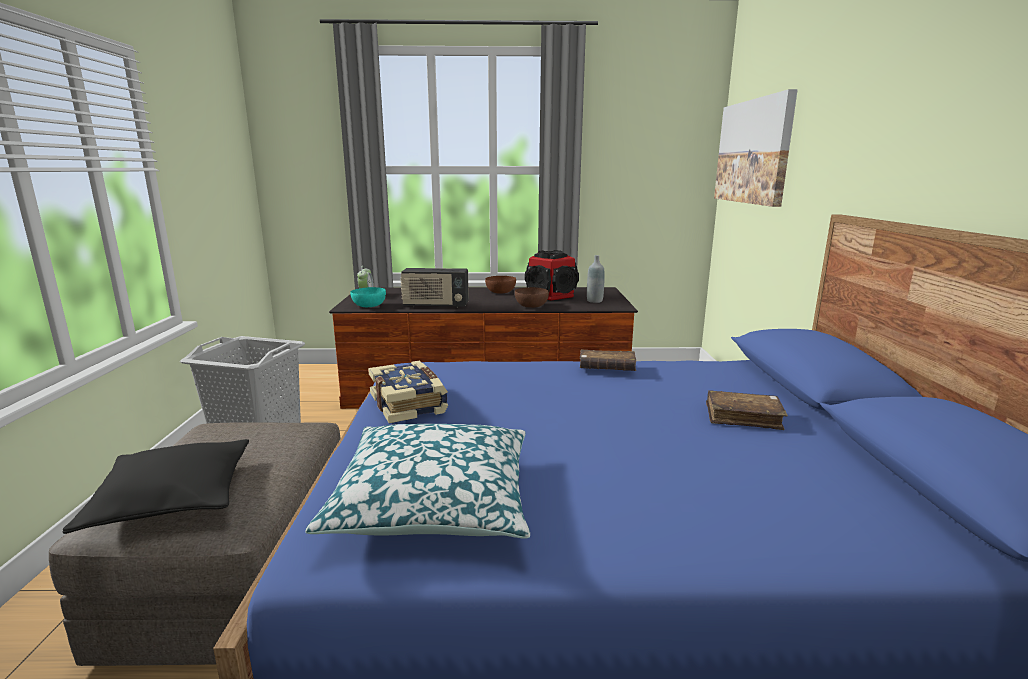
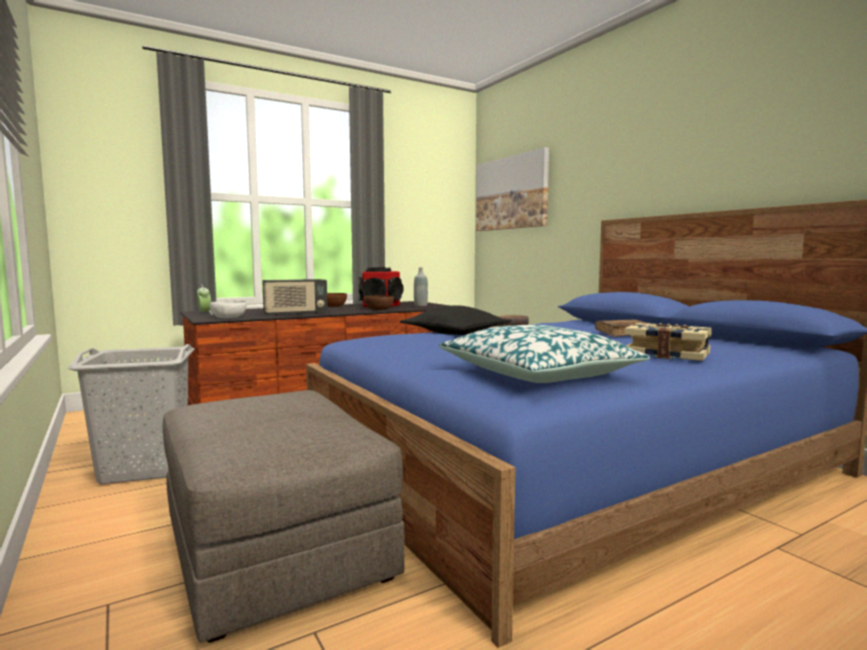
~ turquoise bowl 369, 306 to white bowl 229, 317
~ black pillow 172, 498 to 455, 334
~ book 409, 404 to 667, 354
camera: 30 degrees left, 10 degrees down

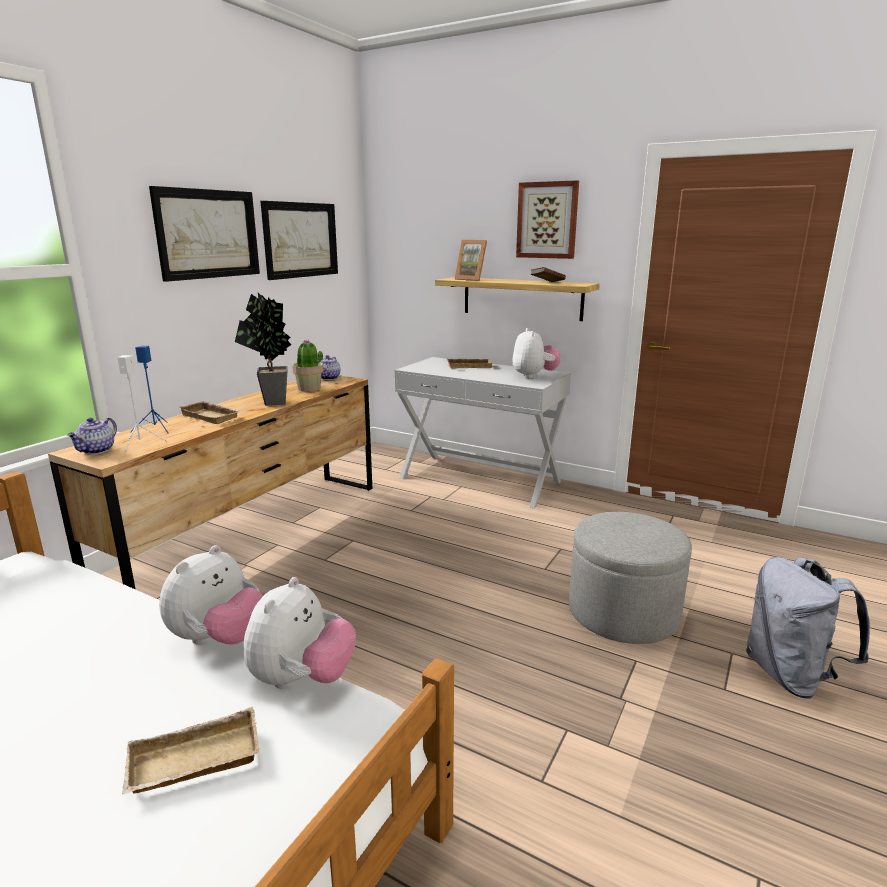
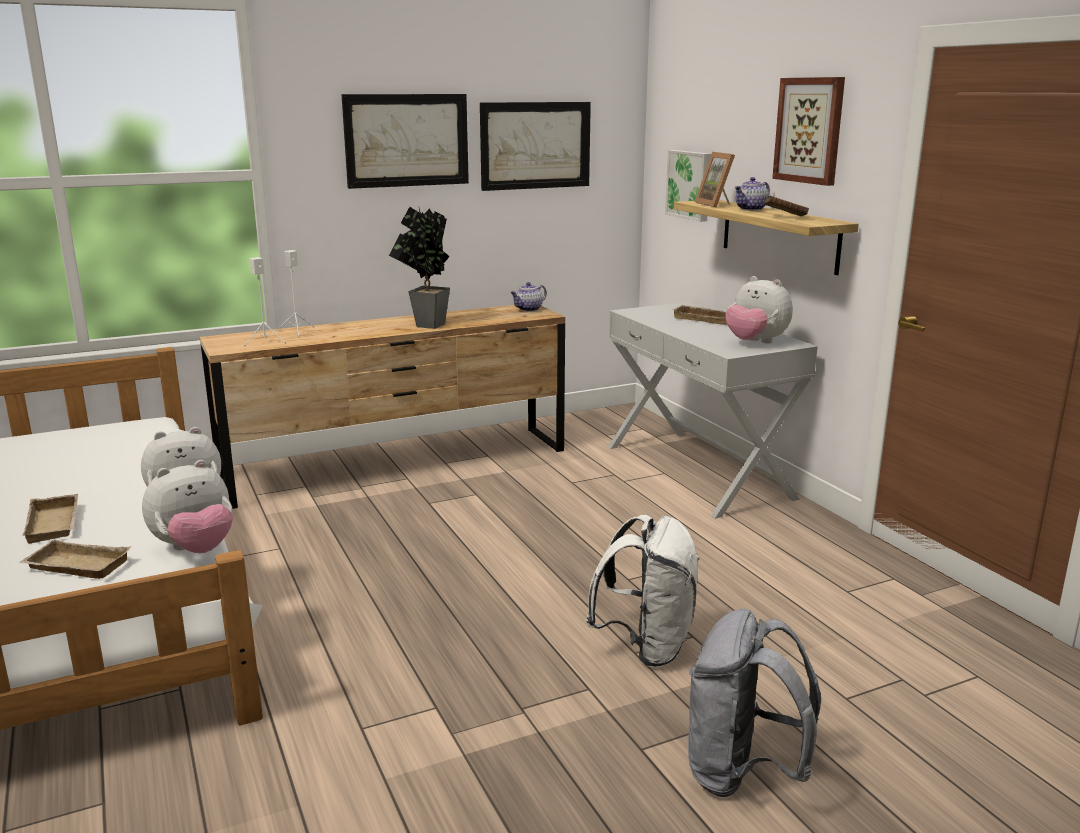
~ beige tray 212, 416 to 56, 524
~ blue speaker 156, 429 to white speaker 297, 332
~ grey ottoman 623, 613 to white backpack 646, 646
+ picture 690, 185
~ plush toy 534, 376 = 755, 342 105 degrees clockwise
~ teapot 97, 451 to 751, 209
- potted plant 309, 389
camera: 35 degrees right, 0 degrees up

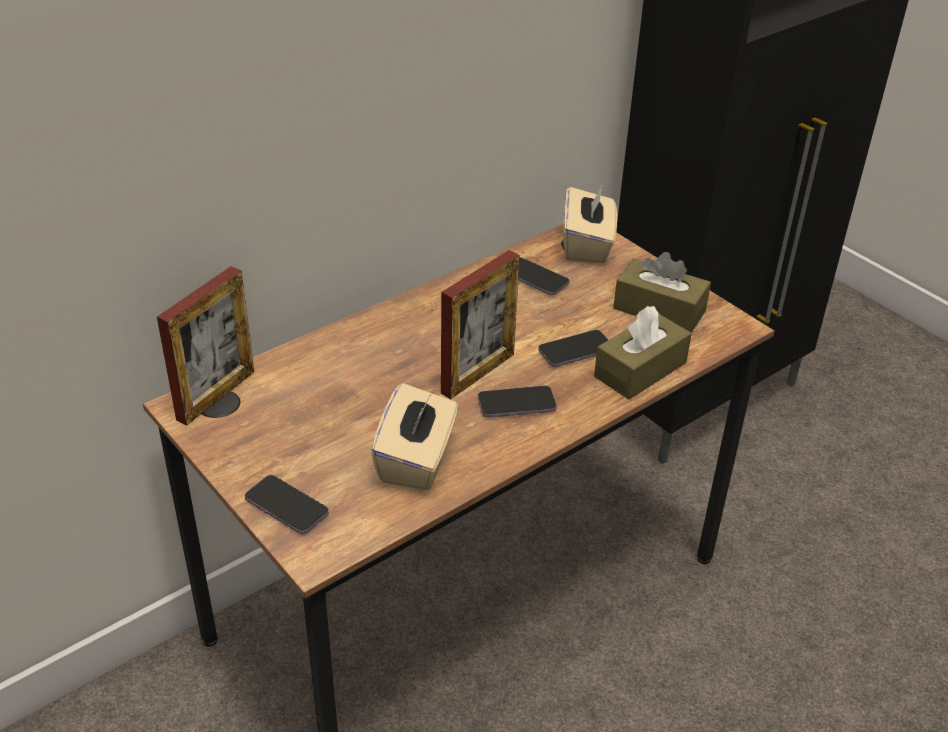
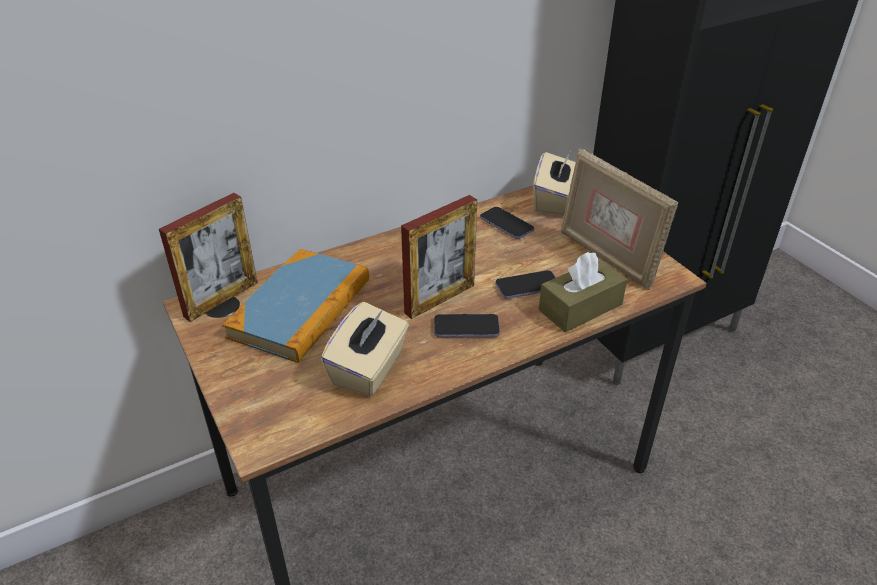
+ book 301, 308
~ brown tissue box 659, 310 to picture frame 607, 258
- phone 286, 507
camera: 10 degrees right, 0 degrees up

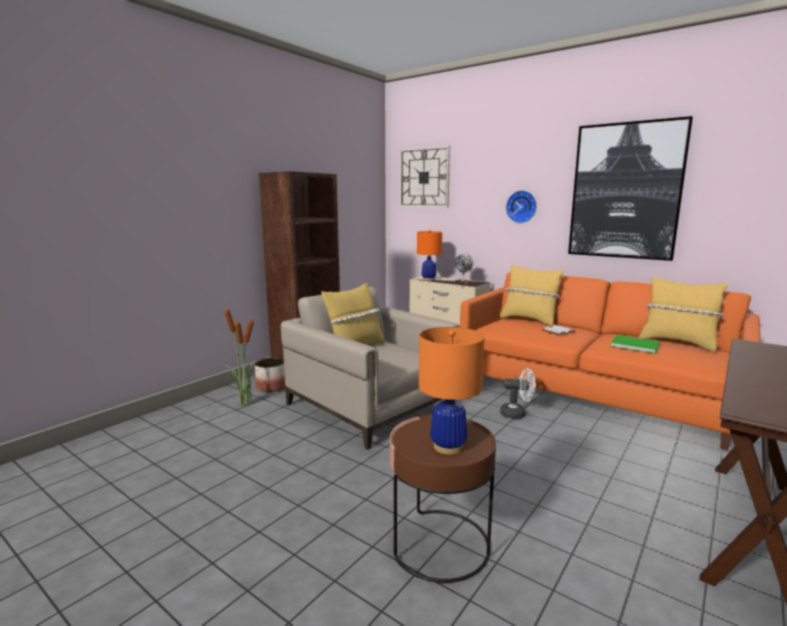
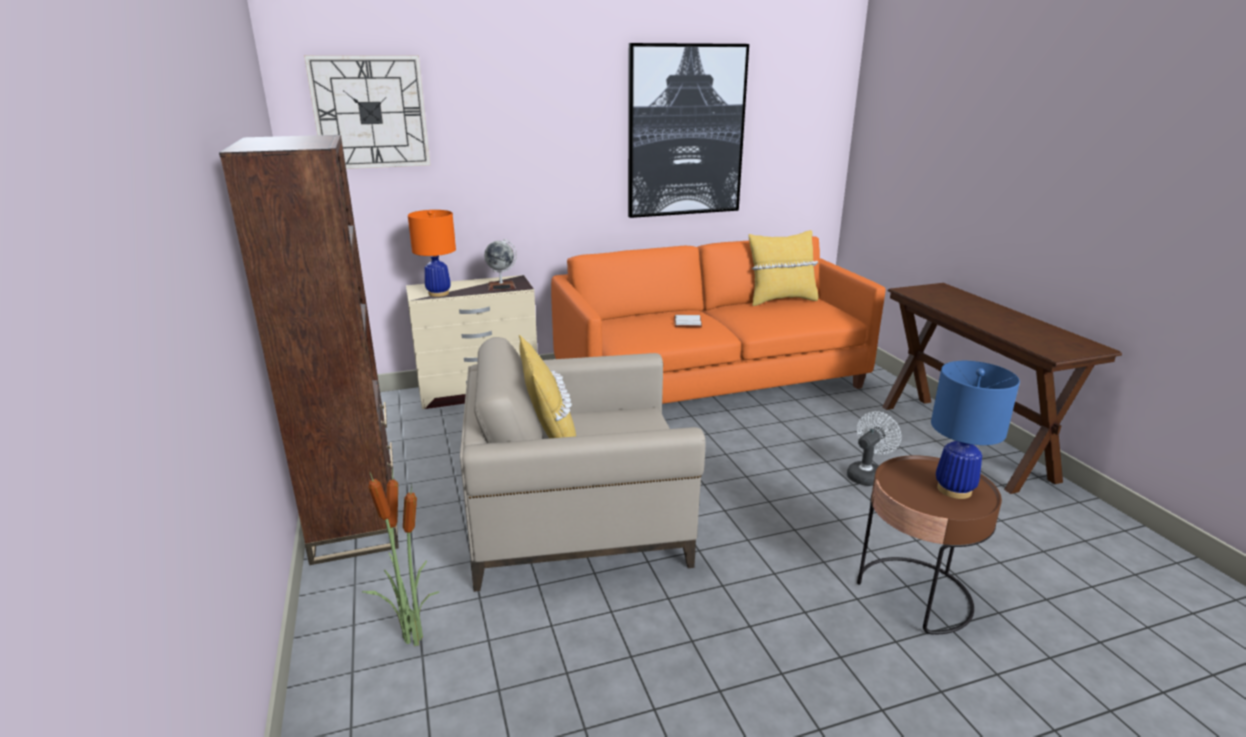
~ white fan 517, 414 to 867, 474
~ orange table lamp 448, 446 to blue table lamp 954, 489
- planter 271, 387
- yellow pillow 529, 320
- wall clock 522, 207
- green book 633, 345
camera: 55 degrees left, 10 degrees up

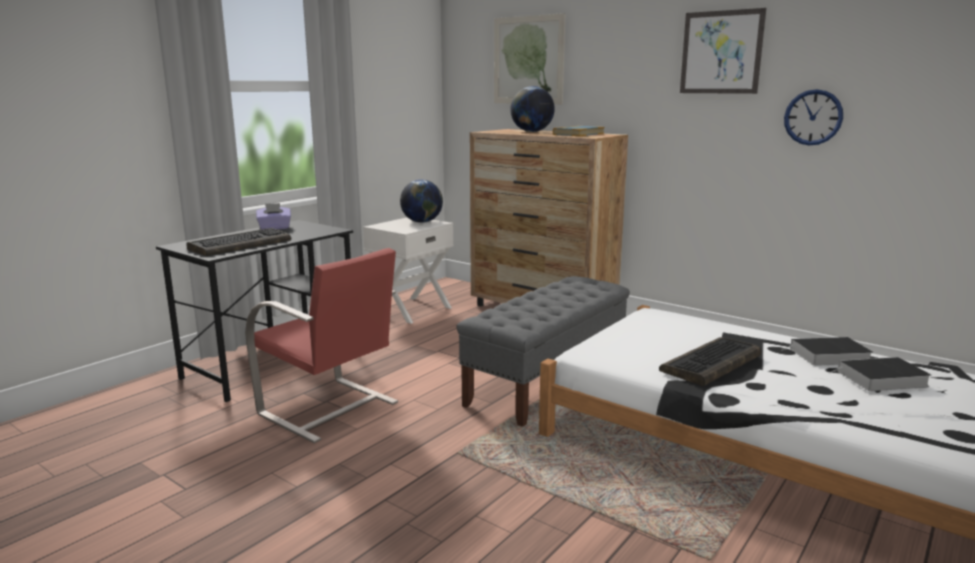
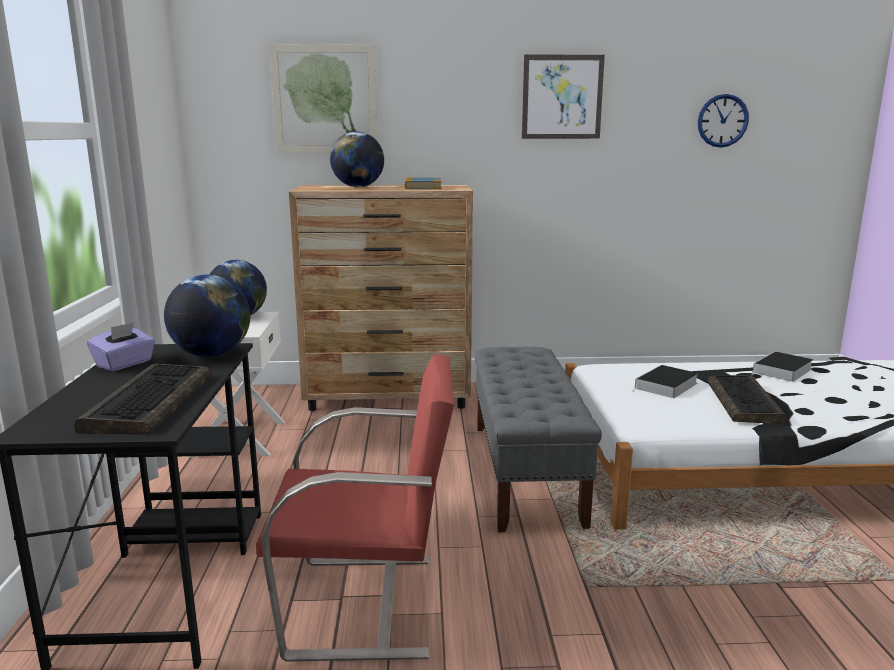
+ globe 211, 355
~ book 880, 379 to 666, 386
~ wall clock 813, 117 to 722, 121
camera: 40 degrees left, 0 degrees up

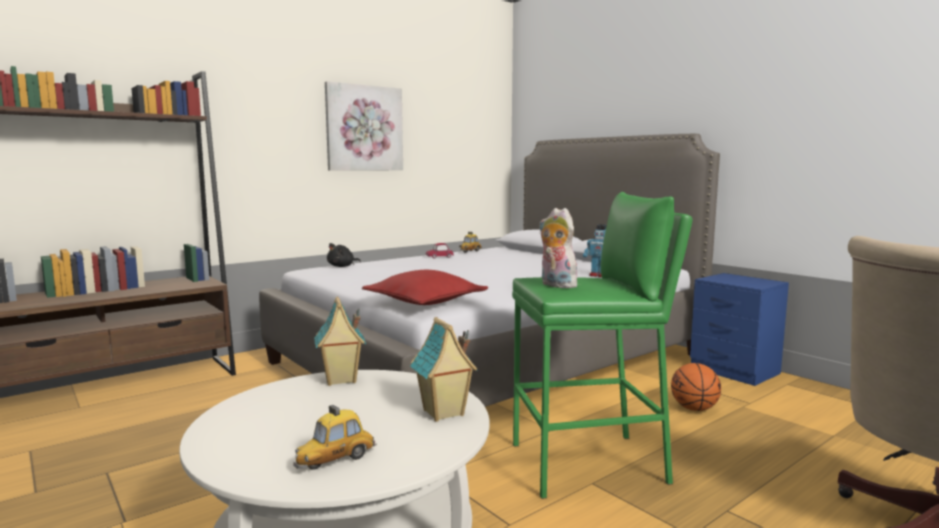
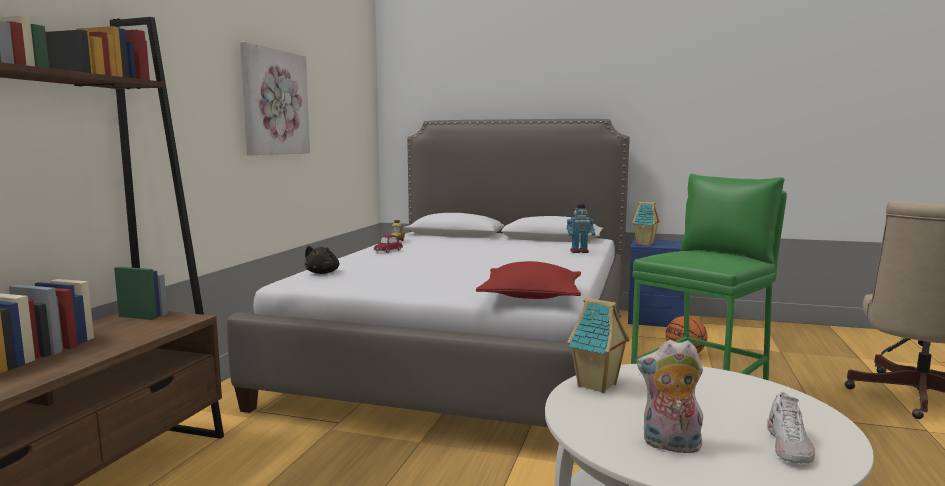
~ toy house 443, 413 to 645, 244
~ plush toy 555, 285 to 670, 446
~ toy car 335, 460 to white shoe 789, 446
camera: 35 degrees left, 0 degrees up

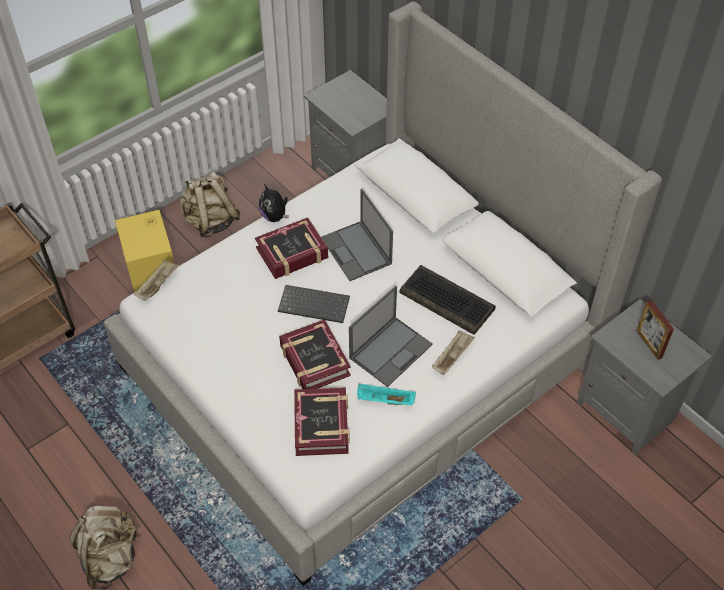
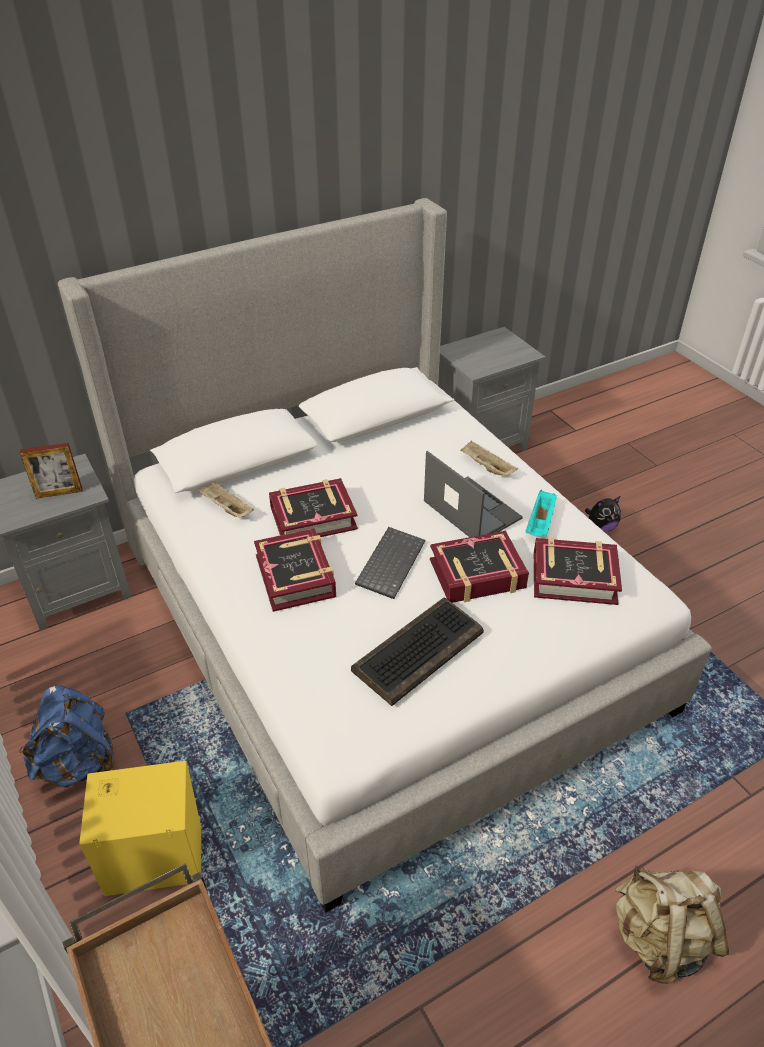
~ beige backpack 210, 222 to blue backpack 78, 763
~ picture frame 649, 344 to 59, 493
~ beige tray 158, 285 to 226, 508
~ laptop 357, 251 to book 313, 517
~ keyboard 448, 301 to 418, 650
~ plush toy 275, 216 to 600, 528
camera: 80 degrees left, 10 degrees down

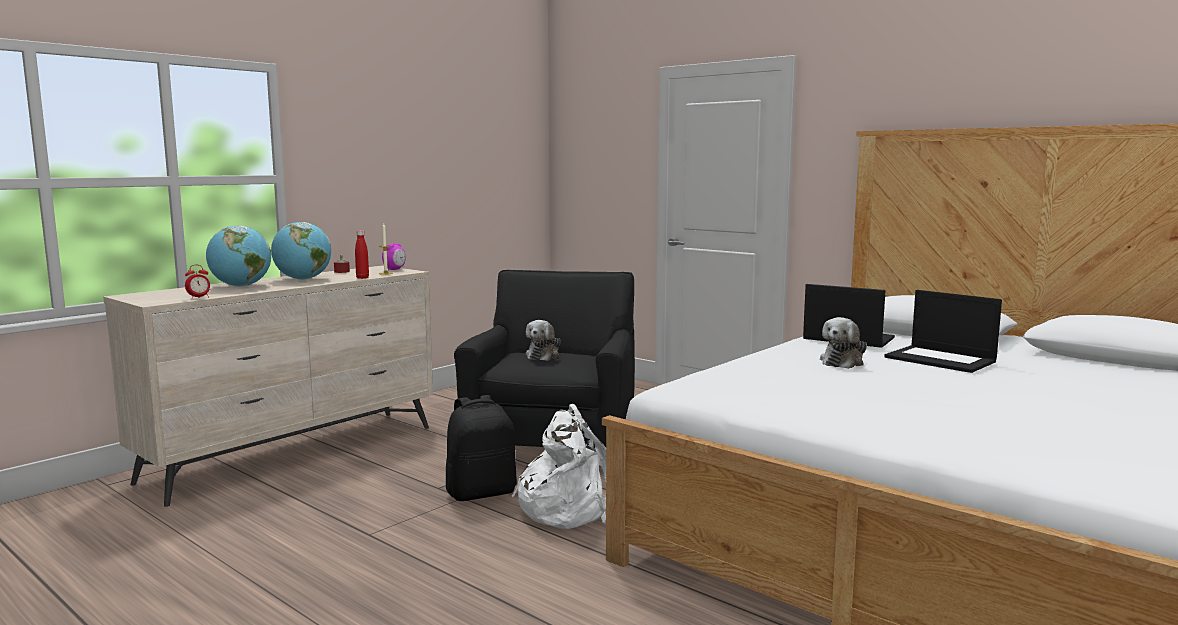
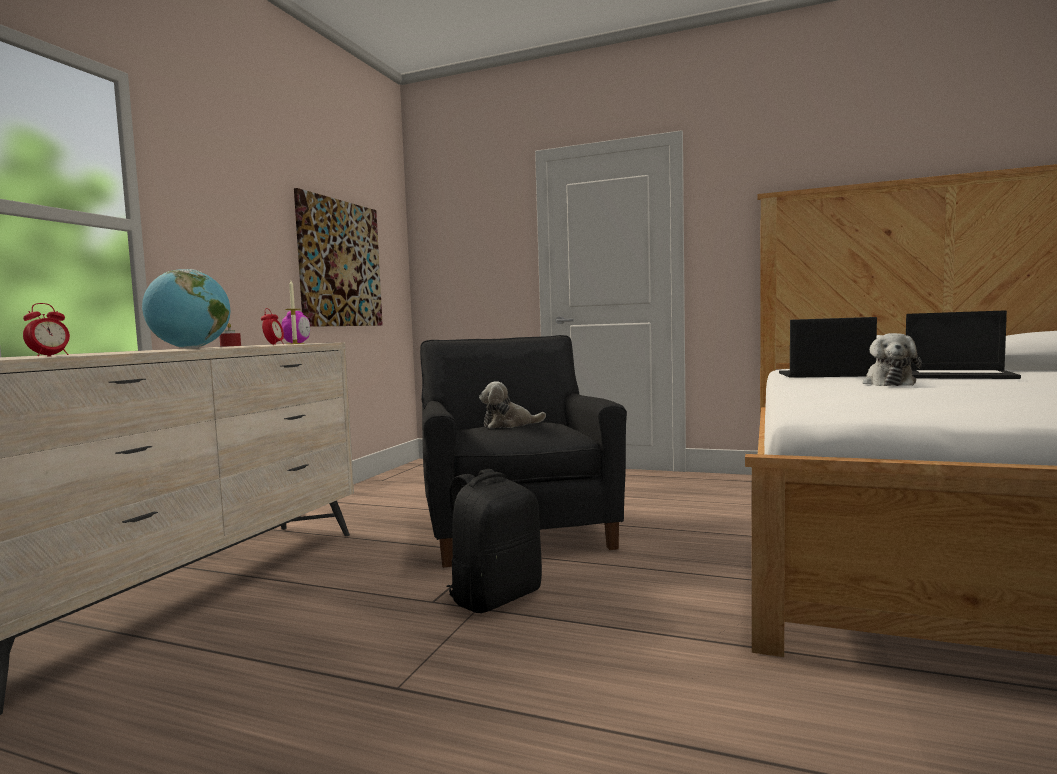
~ red bottle 362, 278 to alarm clock 273, 345
+ picture 340, 263
~ plush toy 544, 355 = 509, 425 75 degrees clockwise
- globe 241, 286
- white backpack 568, 508
camera: 20 degrees left, 5 degrees down

